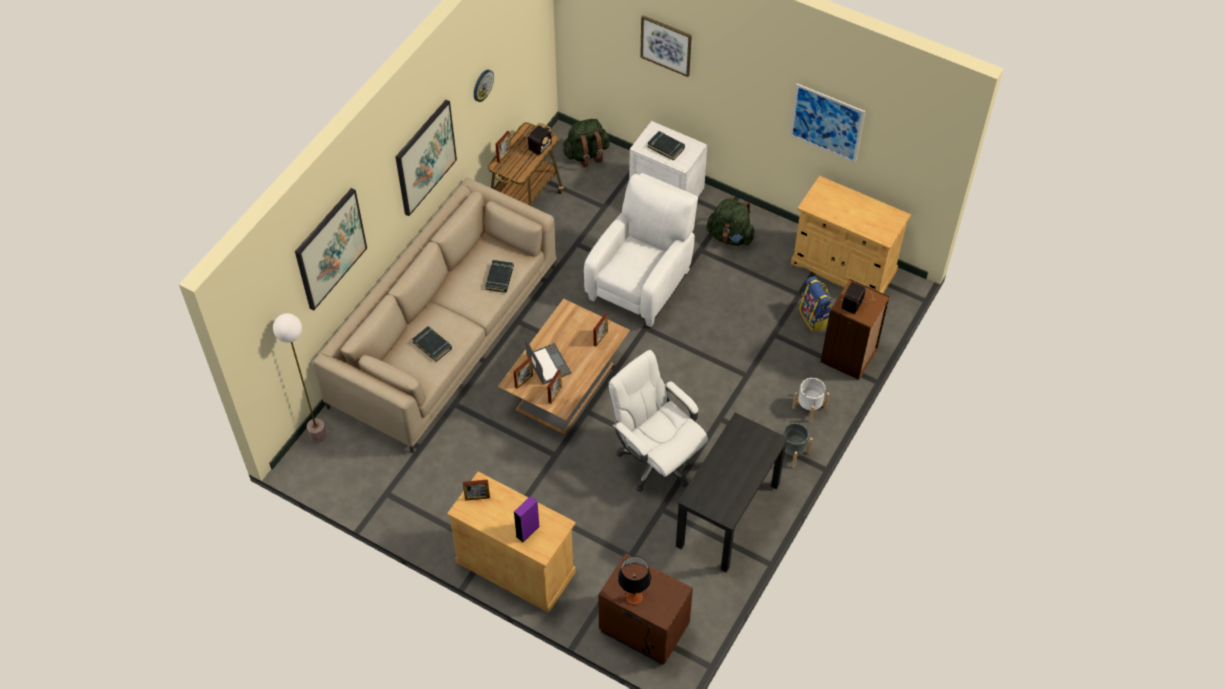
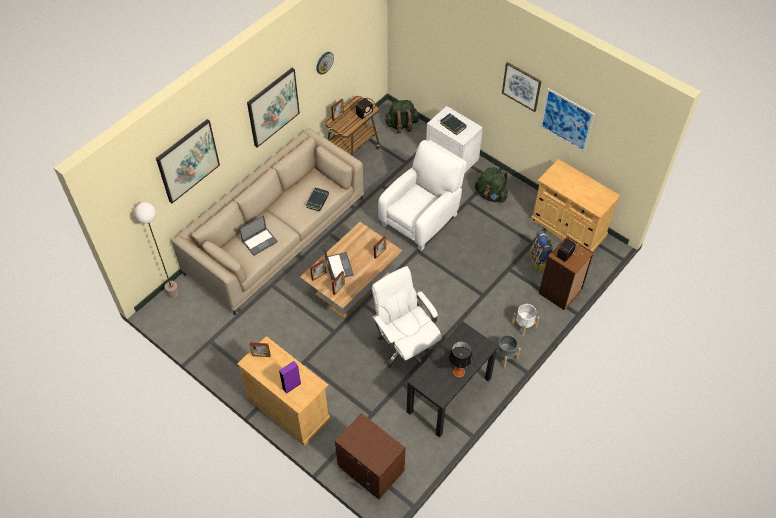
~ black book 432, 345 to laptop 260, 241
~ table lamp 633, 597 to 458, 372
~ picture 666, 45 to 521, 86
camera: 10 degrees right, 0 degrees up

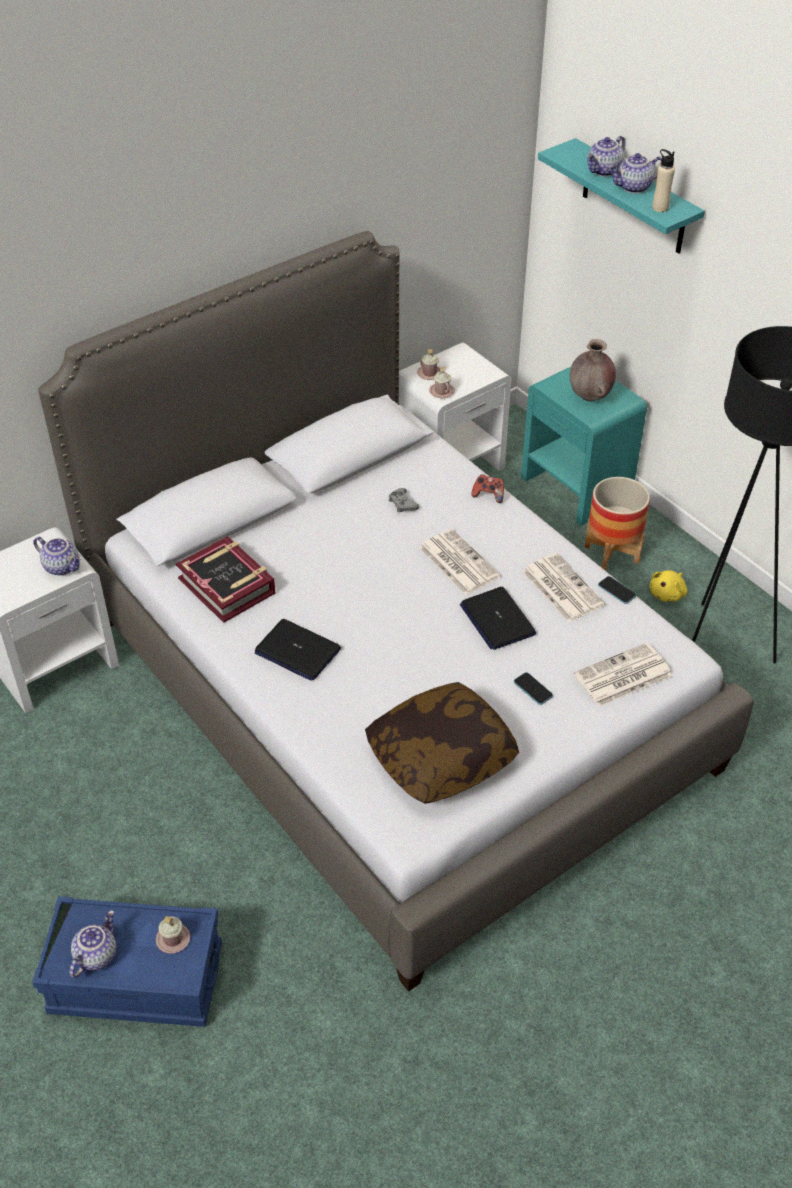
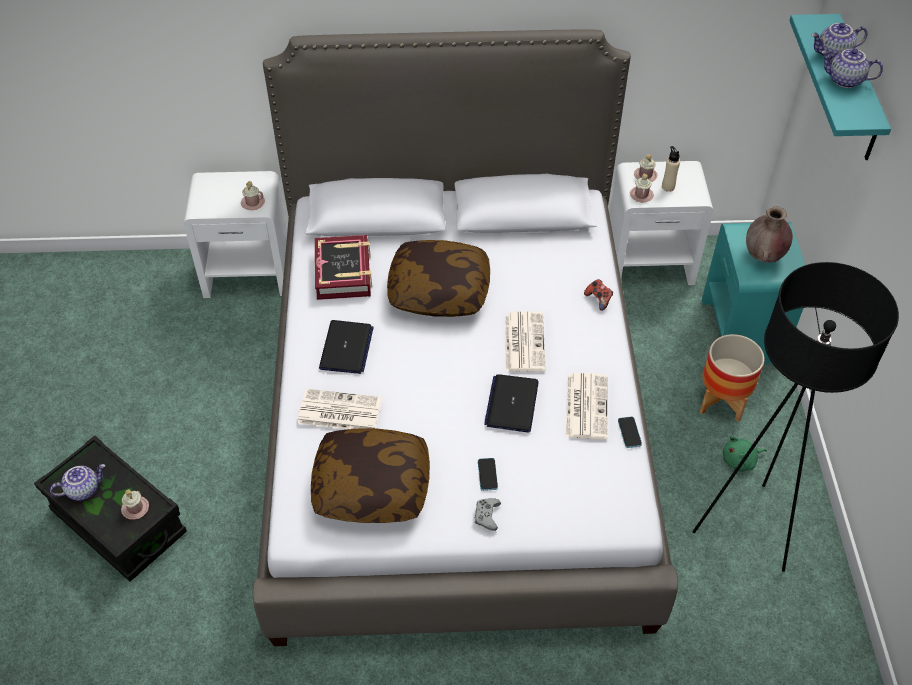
~ blue storage box 136, 980 to black storage box 119, 522
~ teapot 62, 566 to pink mug 252, 203
~ newspaper 622, 676 to 338, 411
~ laptop 297, 651 = 346, 348 150 degrees counterclockwise
+ pillow 439, 291
~ grey game controller 402, 504 to 487, 516
~ beige bottle 660, 208 to 668, 187
~ yellow plush toy 667, 594 to green plush toy 740, 460
camera: 35 degrees right, 5 degrees up

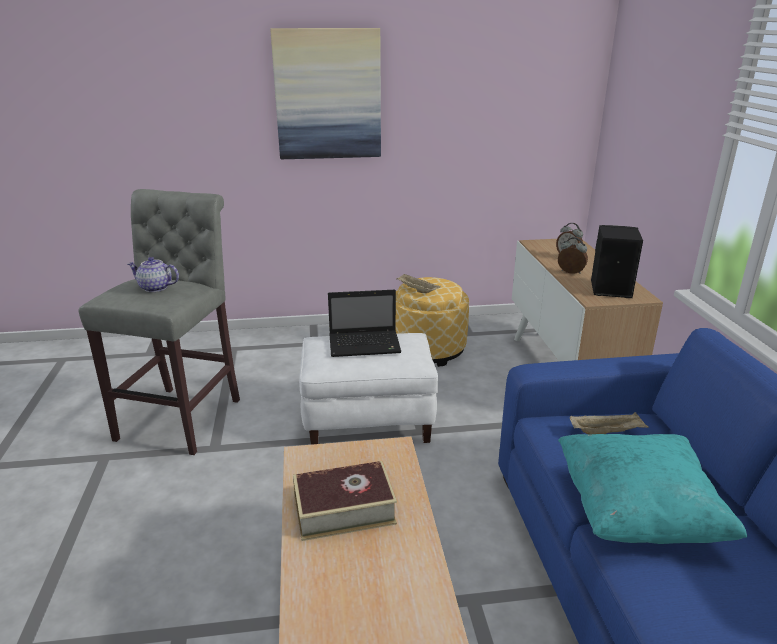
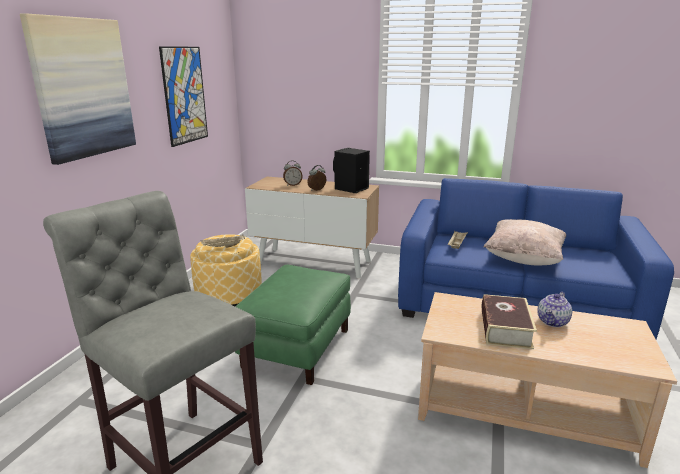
+ picture 184, 95
~ white ottoman 369, 419 to green ottoman 296, 347
~ turquoise pillow 636, 514 to beige pillow 523, 259
~ teapot 155, 288 to 553, 322
- laptop 366, 345
camera: 65 degrees left, 5 degrees down

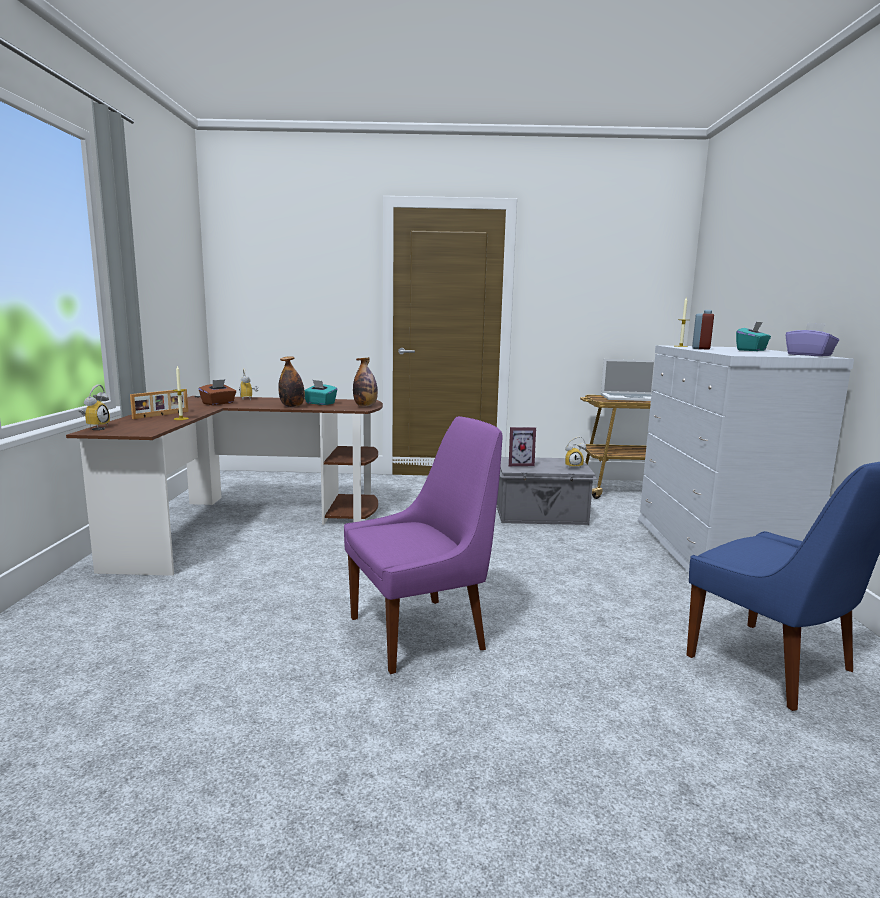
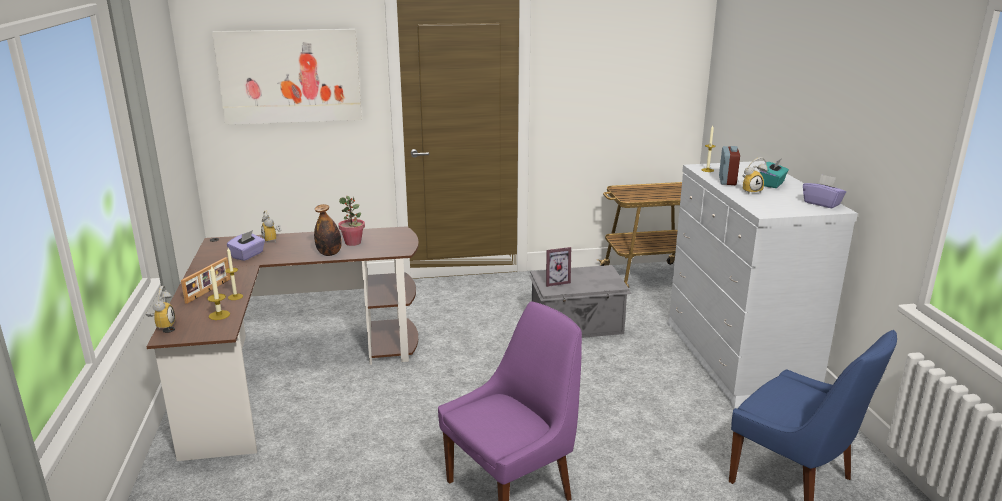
+ candle 219, 315
+ picture 290, 76
~ brown tissue box 218, 403 to purple tissue box 248, 255
~ turquoise tissue box 320, 403 to potted plant 353, 243
~ alarm clock 573, 466 to 750, 191
- bottle 365, 406
- laptop 631, 398
camera: 10 degrees left, 10 degrees up

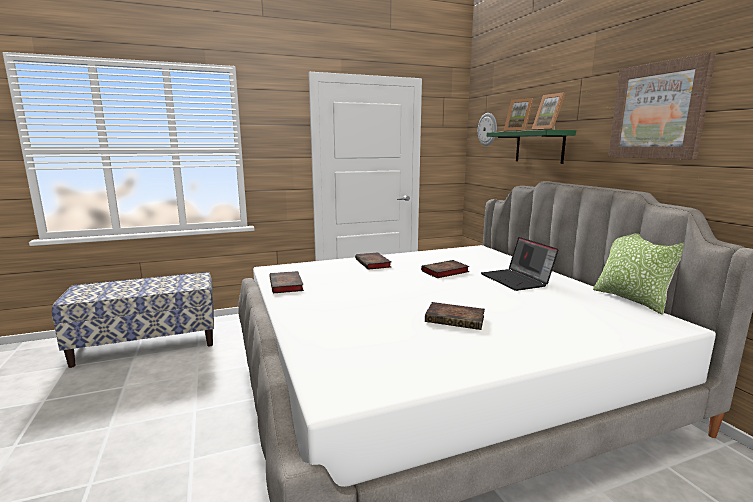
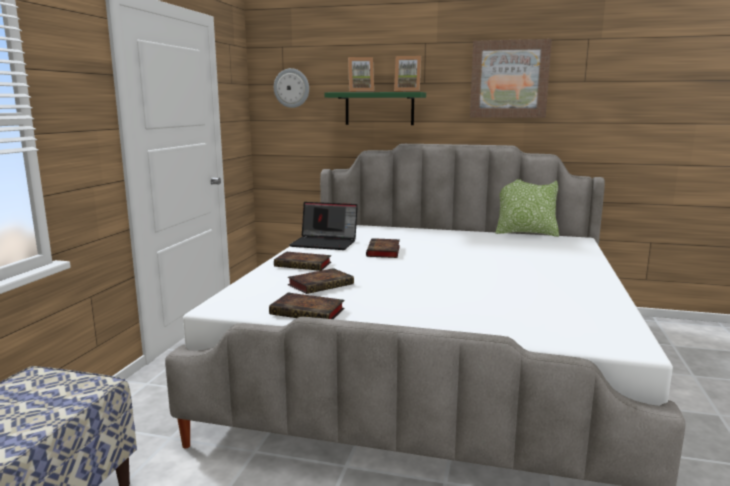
~ book 456, 319 to 321, 284
~ laptop 517, 280 to 325, 243
camera: 55 degrees left, 0 degrees up

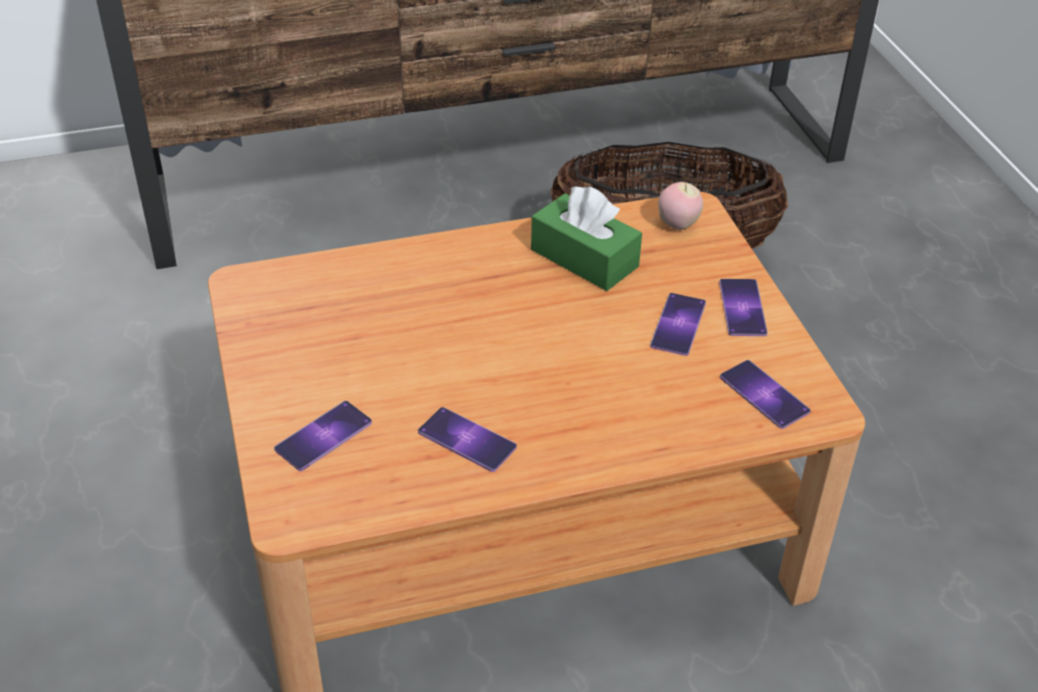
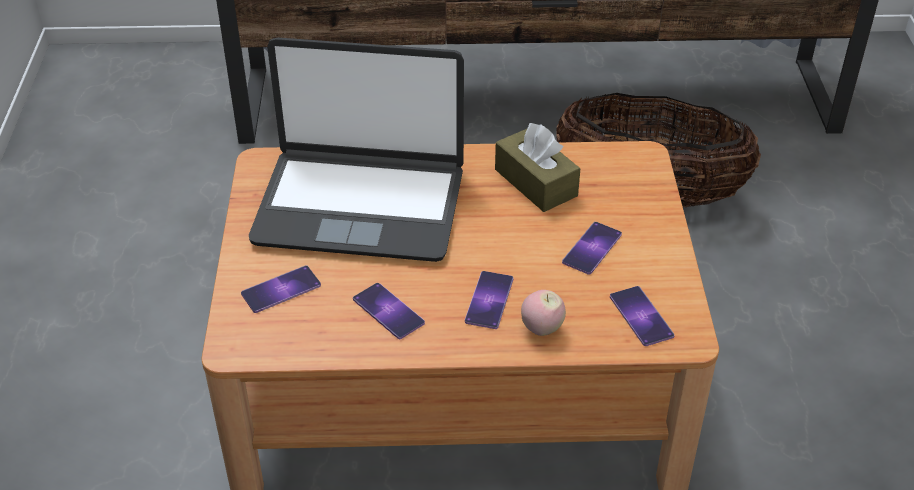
+ laptop 360, 205
~ phone 742, 308 to 489, 300
~ green tissue box 584, 258 to brown tissue box 535, 183
~ apple 677, 225 to 541, 329
camera: 15 degrees right, 0 degrees up

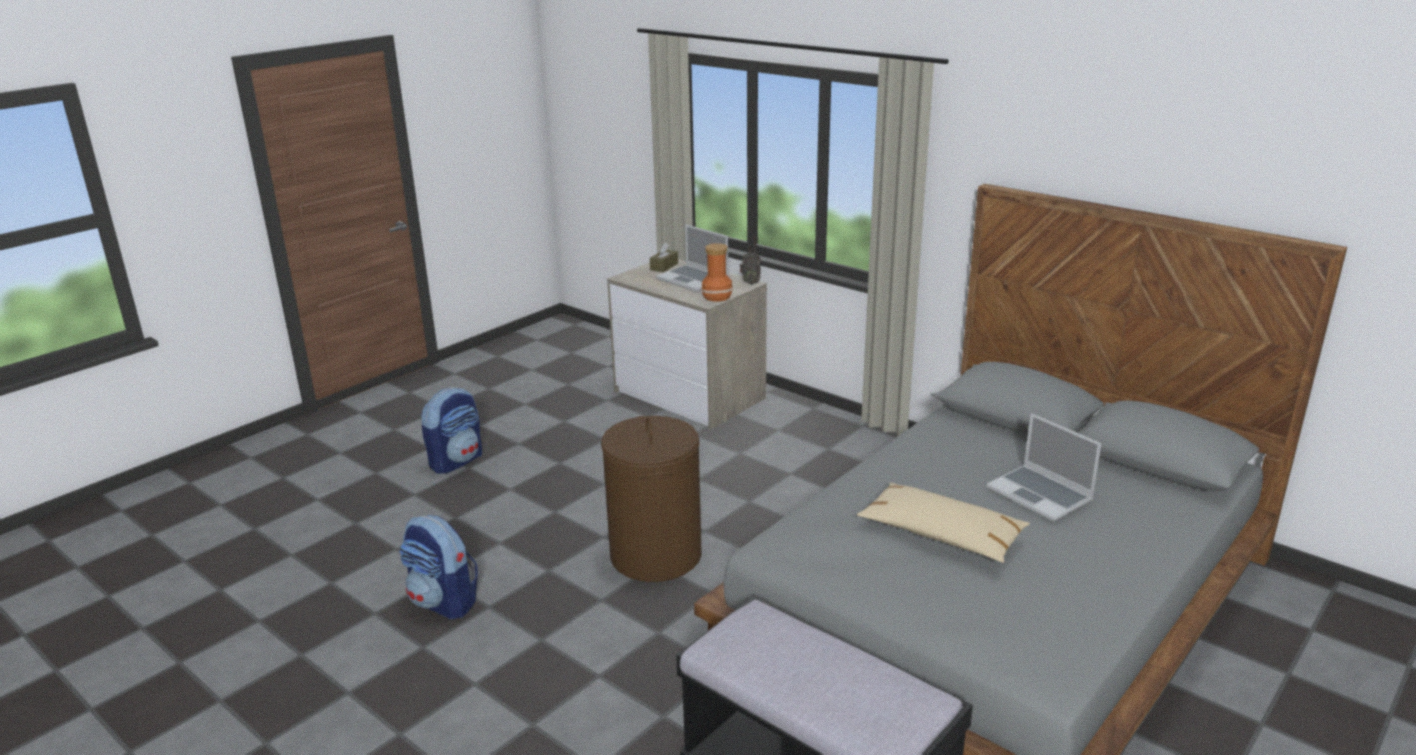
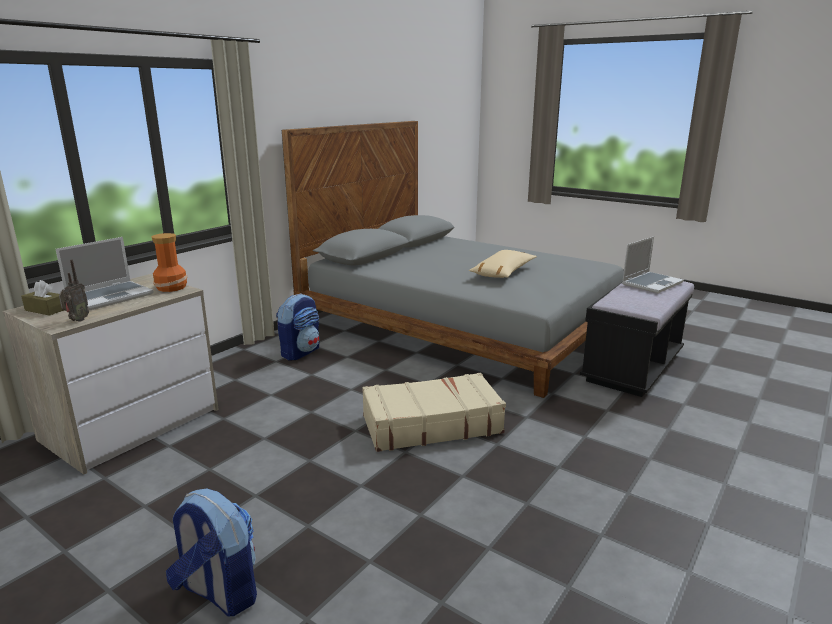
~ radio 750, 283 to 77, 321
~ backpack 444, 602 to 300, 352
~ brown laundry basket 655, 555 to beige suitcase 431, 424
~ laptop 1041, 495 to 651, 283
camera: 95 degrees left, 5 degrees down

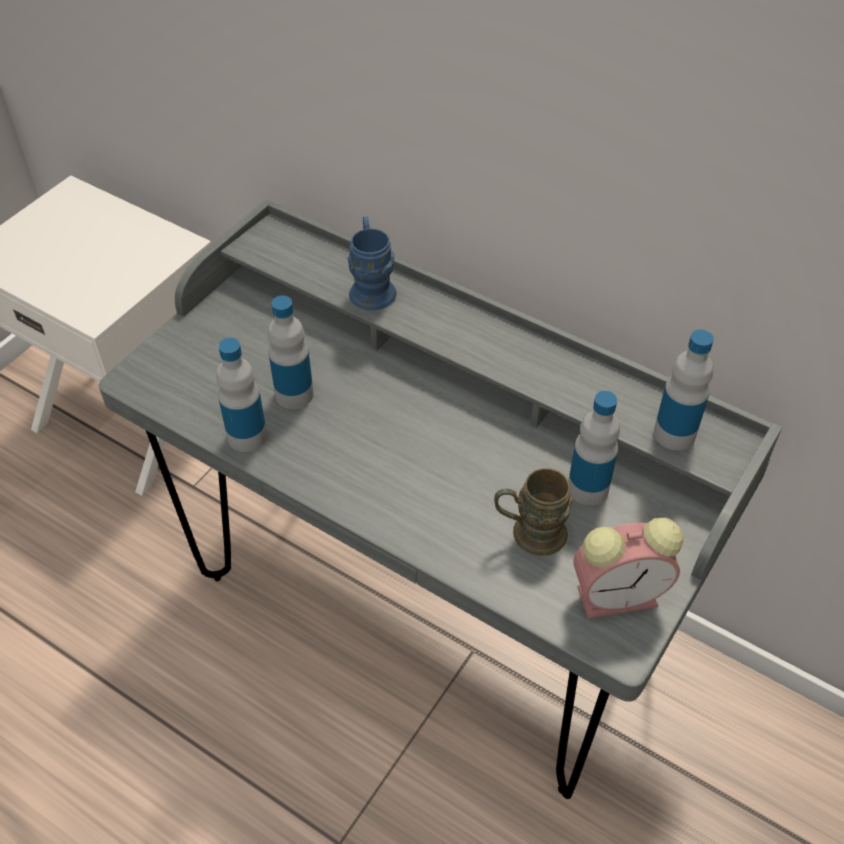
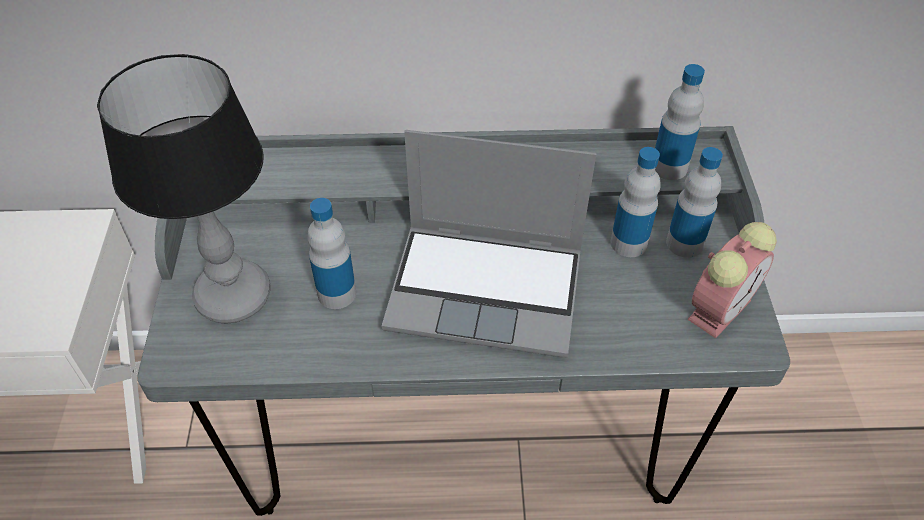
+ table lamp 232, 295
+ laptop 488, 289
~ bottle 247, 436 to 684, 243
- blue mug 371, 287
- brown mug 529, 533
camera: 35 degrees left, 0 degrees up

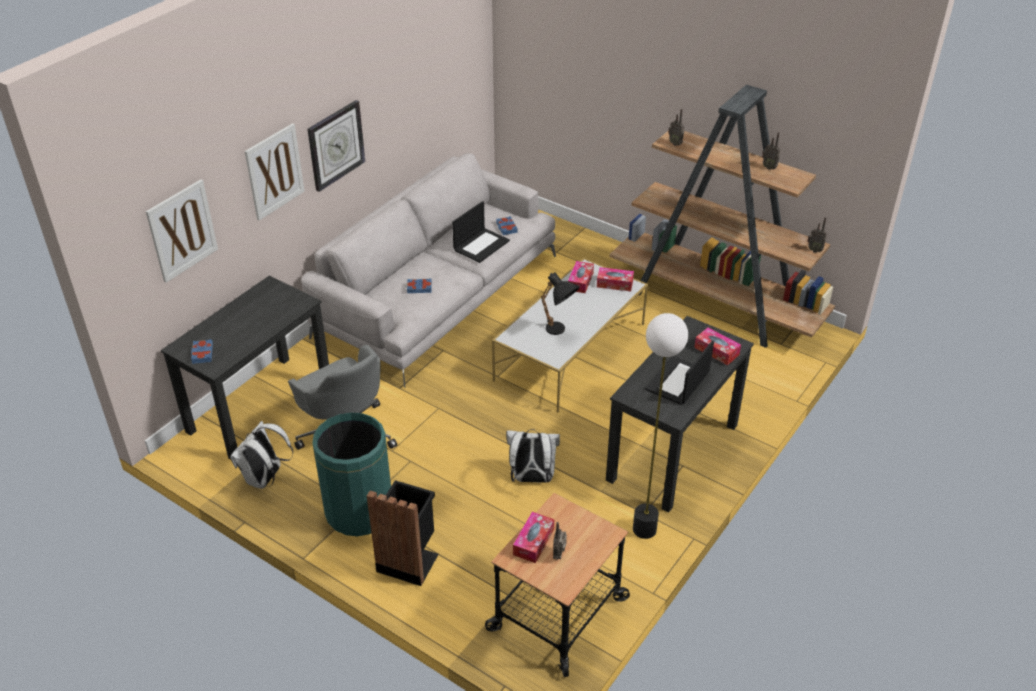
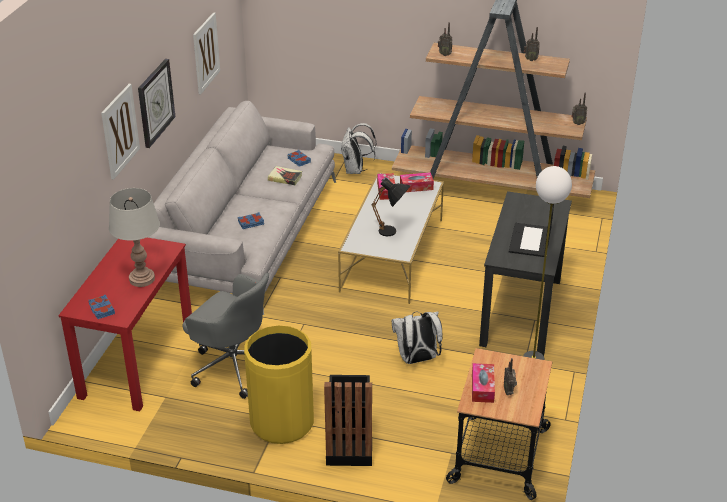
~ black desk 260, 406 to red desk 137, 360
+ grey table lamp 142, 279
~ picture 182, 230 to 206, 53
~ green trash can 359, 511 to yellow trash can 282, 422
~ laptop 481, 245 to book 285, 178
~ white backpack 265, 479 to 355, 170
- tissue box 716, 351
camera: 20 degrees left, 5 degrees down

